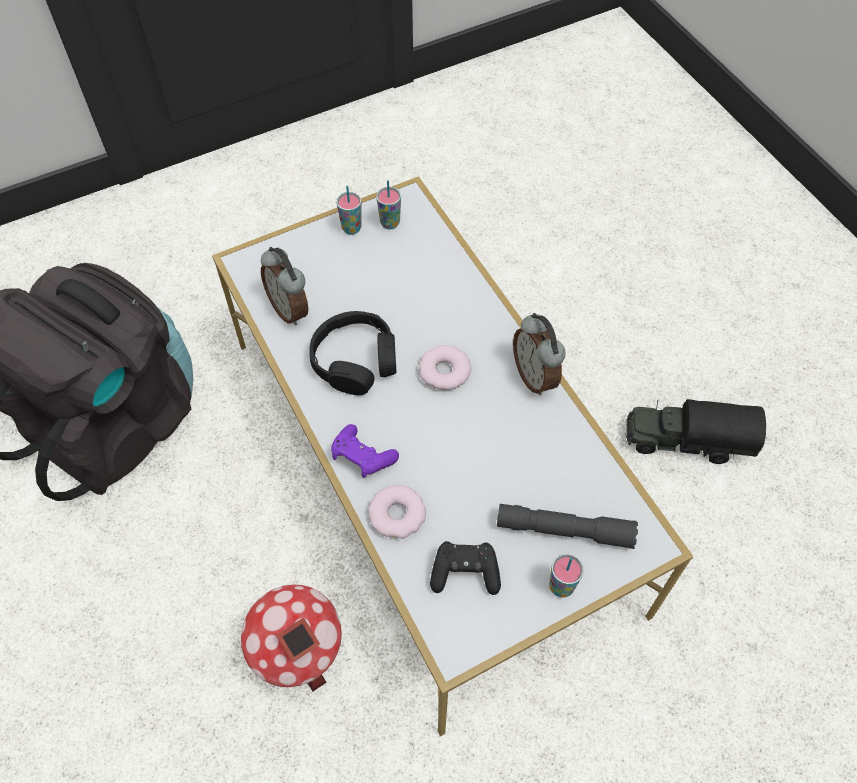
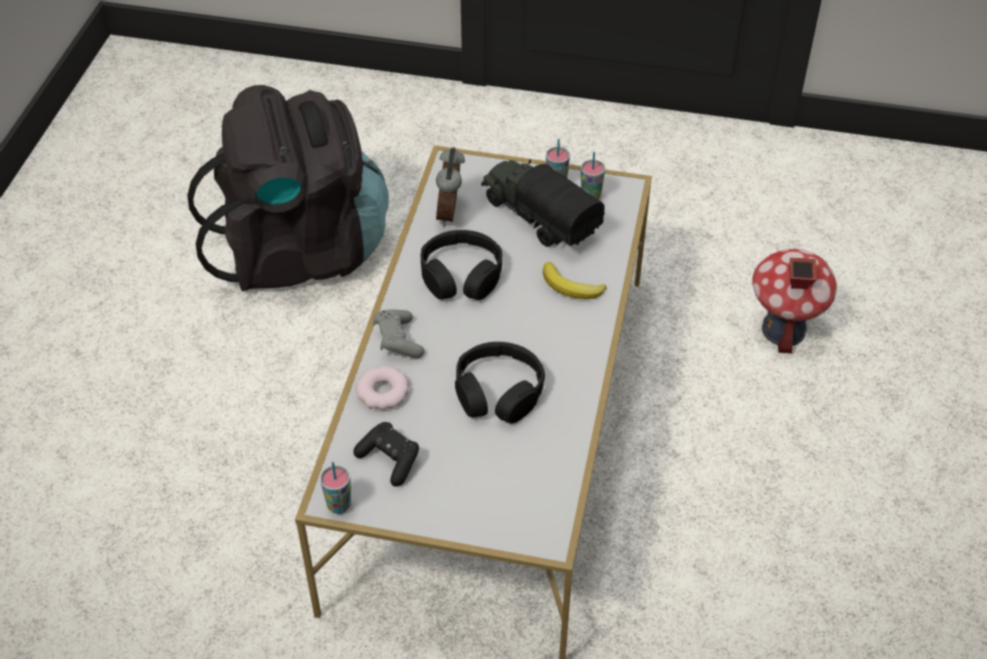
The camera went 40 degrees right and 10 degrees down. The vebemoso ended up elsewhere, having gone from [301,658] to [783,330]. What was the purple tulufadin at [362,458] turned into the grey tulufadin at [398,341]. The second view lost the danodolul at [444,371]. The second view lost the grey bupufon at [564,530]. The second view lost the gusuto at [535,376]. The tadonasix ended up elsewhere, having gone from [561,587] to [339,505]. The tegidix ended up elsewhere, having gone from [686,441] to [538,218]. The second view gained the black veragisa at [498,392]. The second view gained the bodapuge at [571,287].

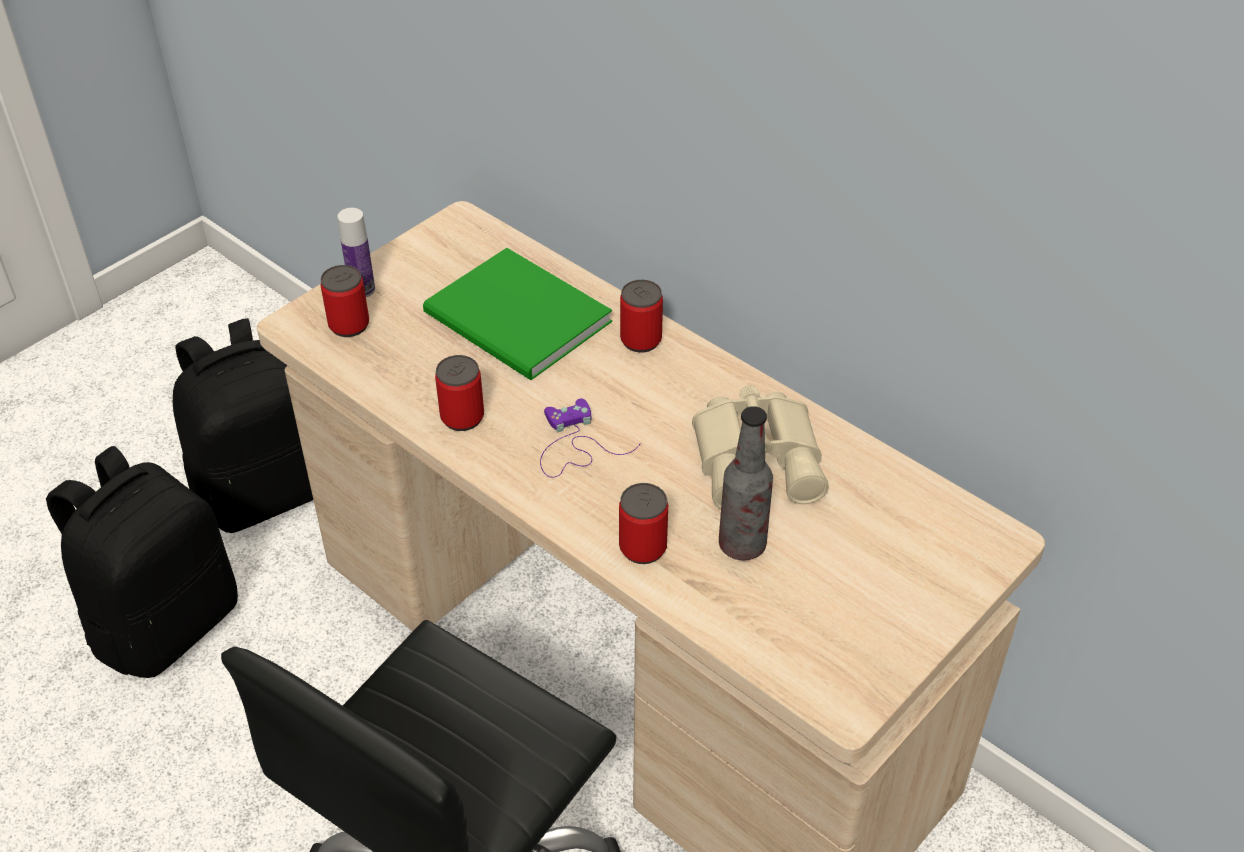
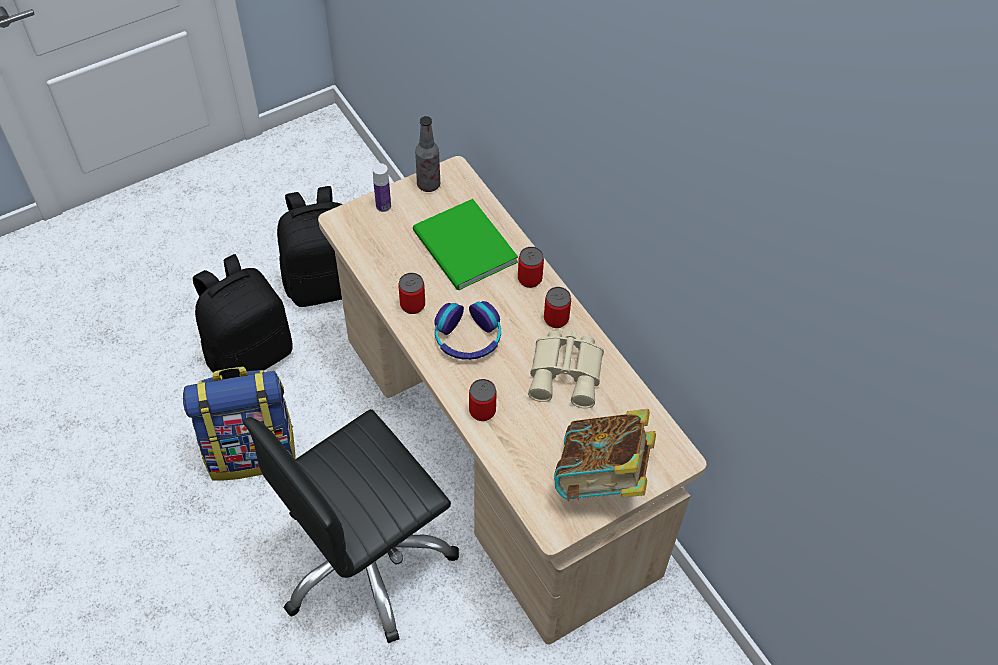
The camera went 15 degrees right and 10 degrees up. The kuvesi ended up elsewhere, having gone from [349,325] to [556,319]. Where the purple tulufadin stood at [574,445], the veragisa came to stand at [468,338]. The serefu ended up elsewhere, having gone from [742,545] to [428,185]. The second view gained the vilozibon at [252,451]. The second view gained the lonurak at [602,477].

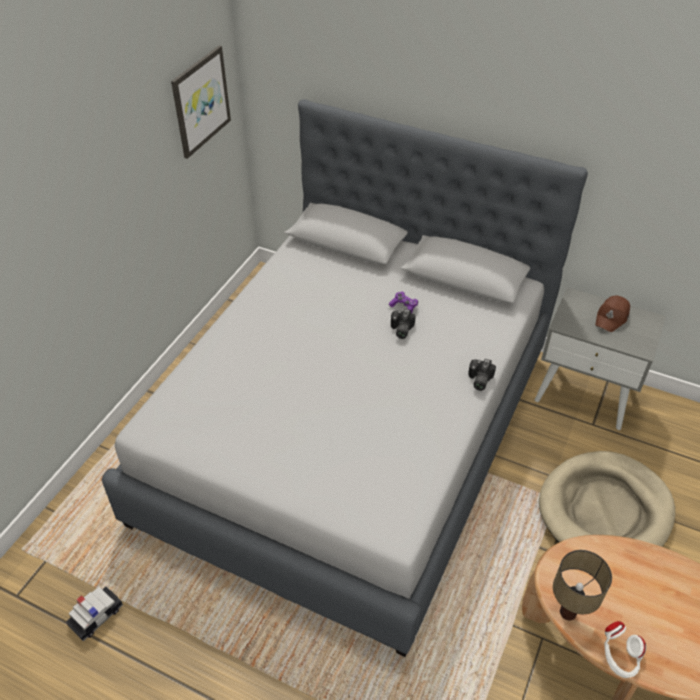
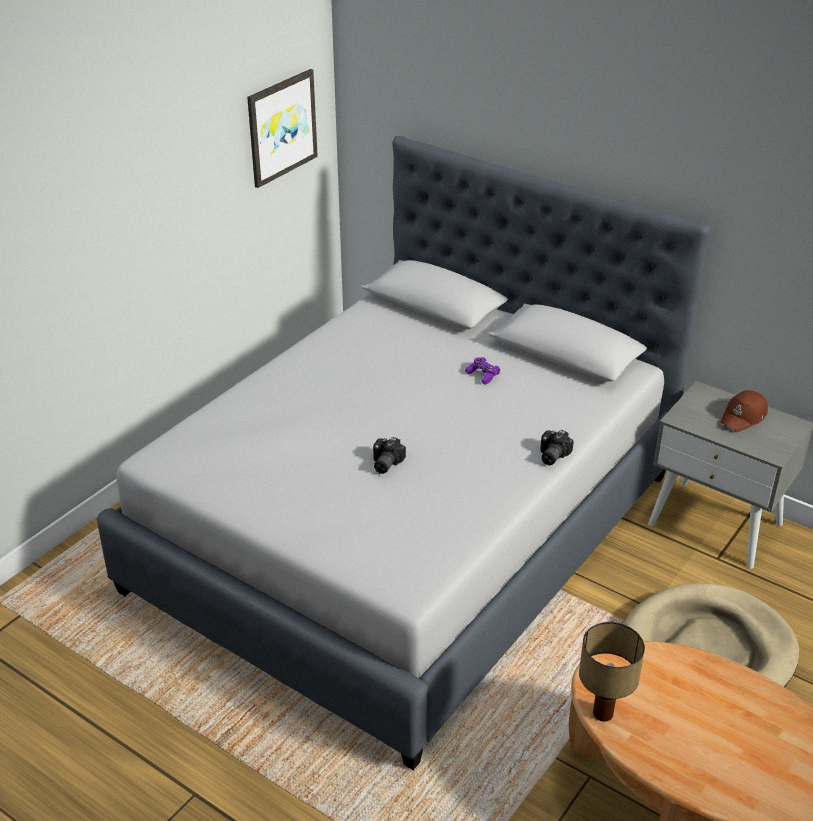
The camera went 10 degrees right and 10 degrees down. The second view lost the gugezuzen at [96,616]. The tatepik ended up elsewhere, having gone from [400,329] to [384,463]. The second view lost the white veragisa at [618,658].

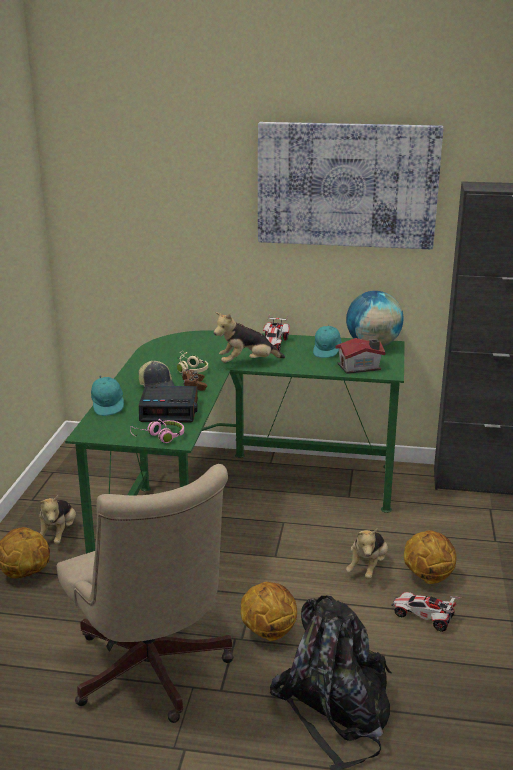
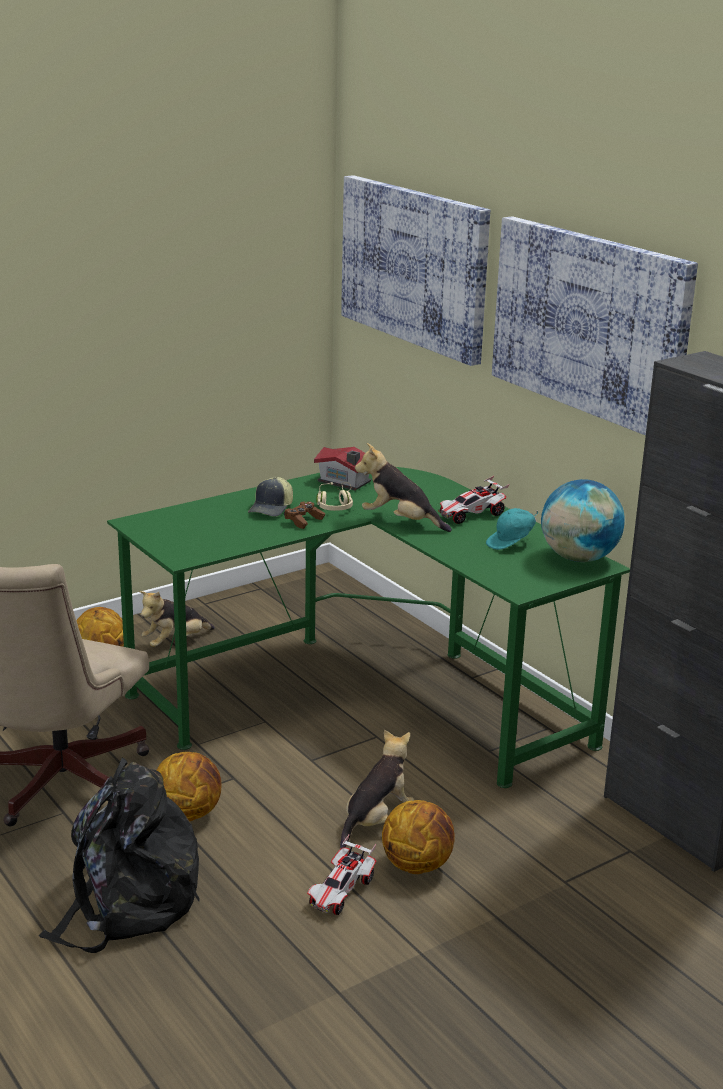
The camera went 45 degrees right and 0 degrees up. The second view lost the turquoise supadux at [108,406]. The second view lost the pink veragisa at [160,437]. The second view lost the gusuto at [170,411]. The vebemoso ended up elsewhere, having gone from [360,367] to [344,482]. The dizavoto at [367,567] ended up facing another way, 150 degrees clockwise from before. The gugezuzen at [423,617] ended up facing another way, 135 degrees counterclockwise from before. The second view gained the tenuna at [415,266].

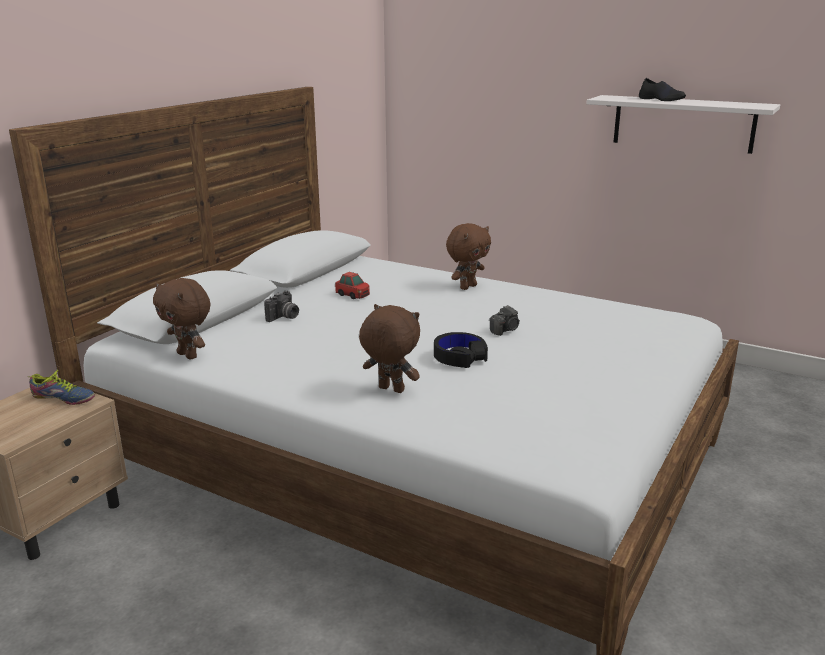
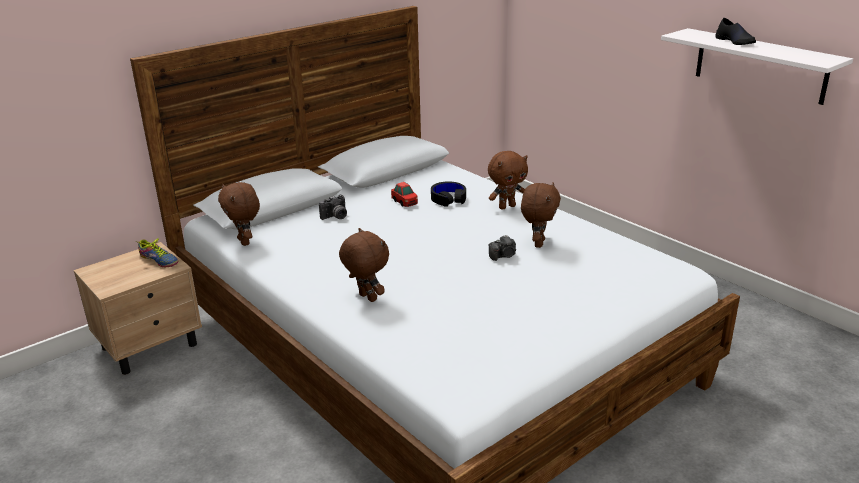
The camera went 20 degrees right and 5 degrees up. The black veragisa ended up elsewhere, having gone from [460,357] to [448,199]. The second view gained the brown dizavoto at [538,243].

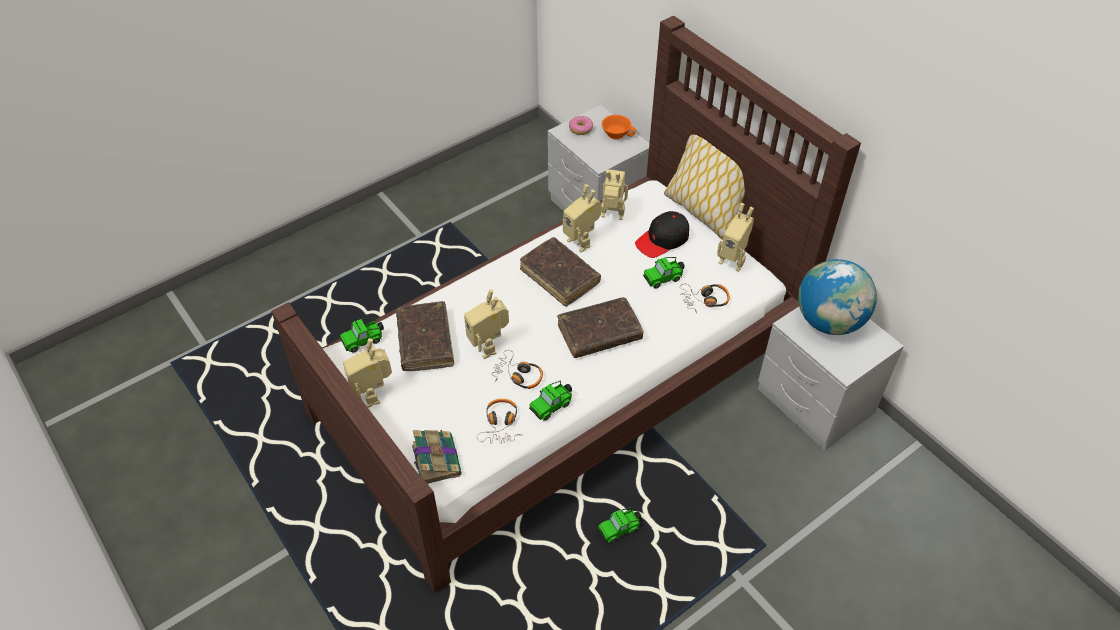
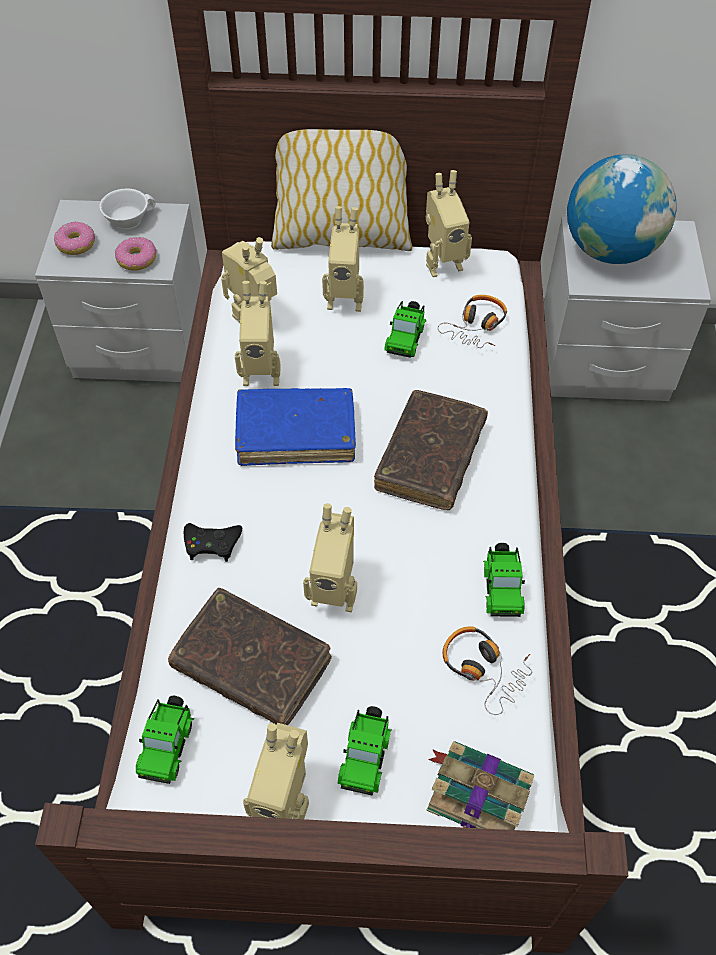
The camera went 50 degrees left and 5 degrees up. The second view lost the veragisa at [518,375]. What was the brown lonurak at [559,277] turned into the blue lonurak at [296,434]. The gugezuzen ended up elsewhere, having gone from [620,529] to [365,755]. What was the orange tadonasix at [617,133] turned into the white tadonasix at [128,218]. Where the black supadux stood at [662,240], the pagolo came to stand at [345,298]. The second view gained the danodolul at [137,260]. The second view gained the black tulufadin at [212,544].

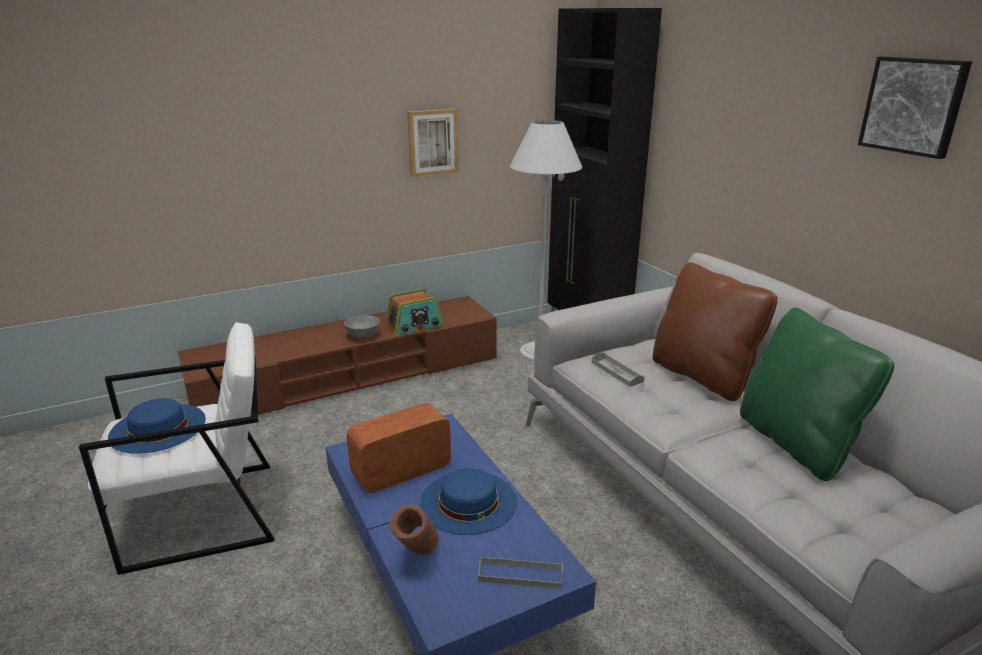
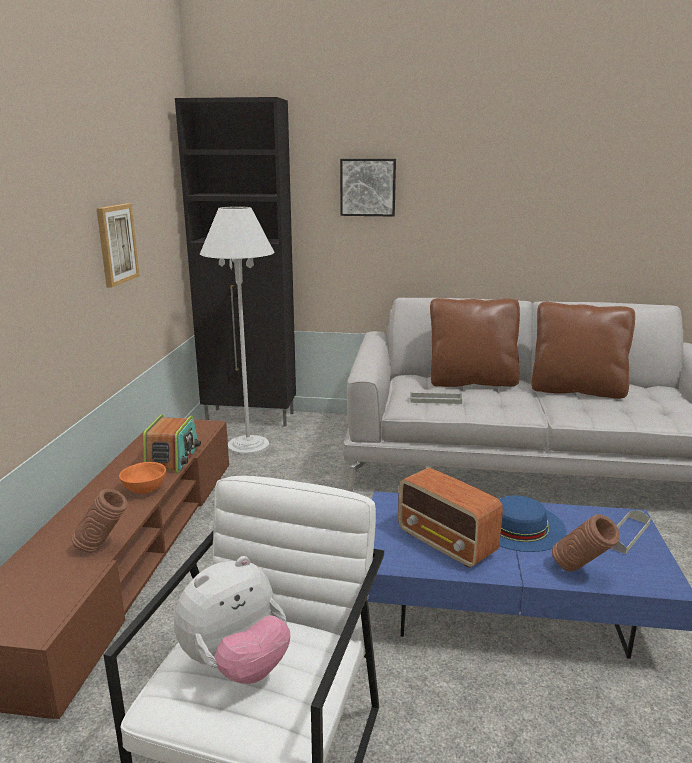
The camera went 55 degrees left and 5 degrees down. Where the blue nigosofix stood at [158,428], the dizavoto came to stand at [236,664]. What was the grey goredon at [362,336] turned into the orange goredon at [144,490]. The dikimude at [400,472] ended up facing another way, 45 degrees counterclockwise from before. What was the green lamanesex at [796,443] turned into the brown lamanesex at [576,390]. The tenuna ended up elsewhere, having gone from [914,106] to [368,187]. The second view gained the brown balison at [103,548].

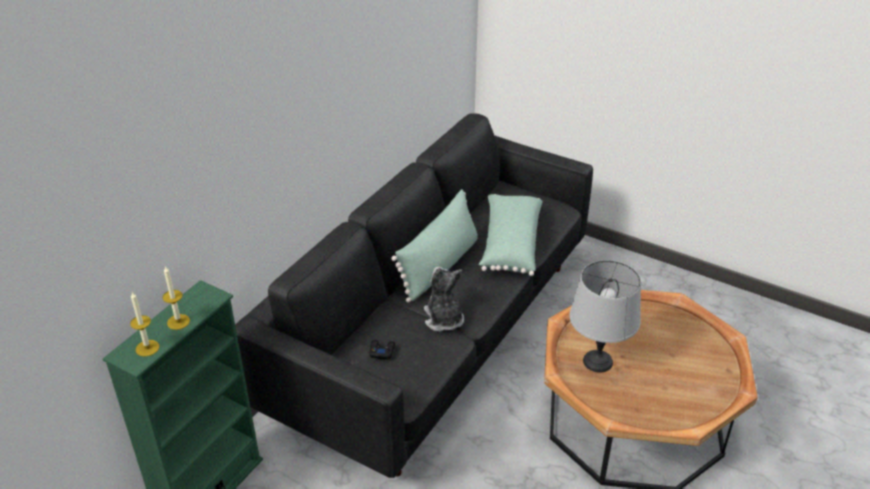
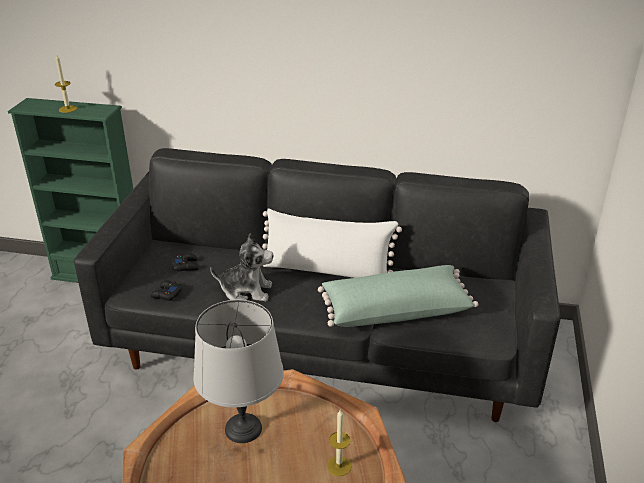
The camera went 70 degrees right and 5 degrees down. The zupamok ended up elsewhere, having gone from [147,348] to [339,466]. What was the green lamanesex at [439,266] turned into the white lamanesex at [327,271]. The dizavoto at [443,319] ended up facing another way, 45 degrees clockwise from before. The second view gained the black tulufadin at [166,294].

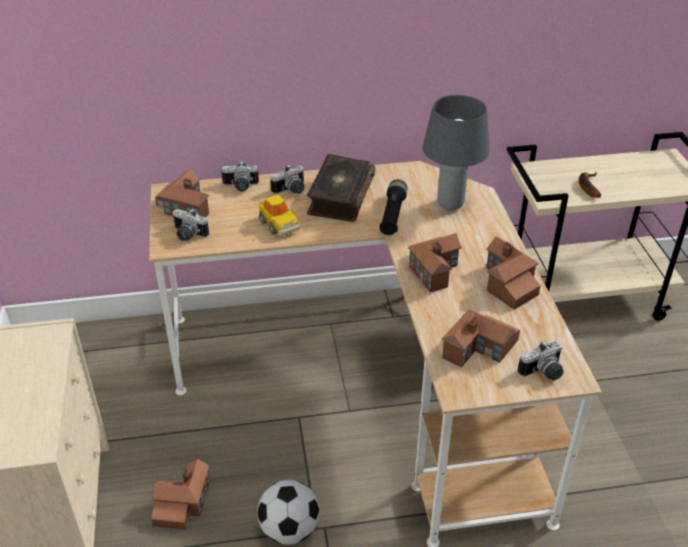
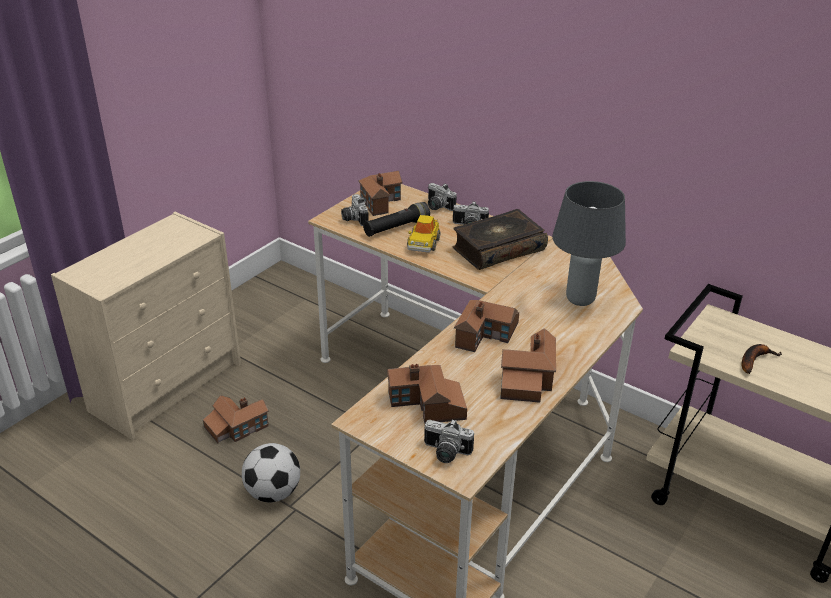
The camera went 45 degrees right and 5 degrees down. The black bupufon ended up elsewhere, having gone from [392,215] to [396,227].

